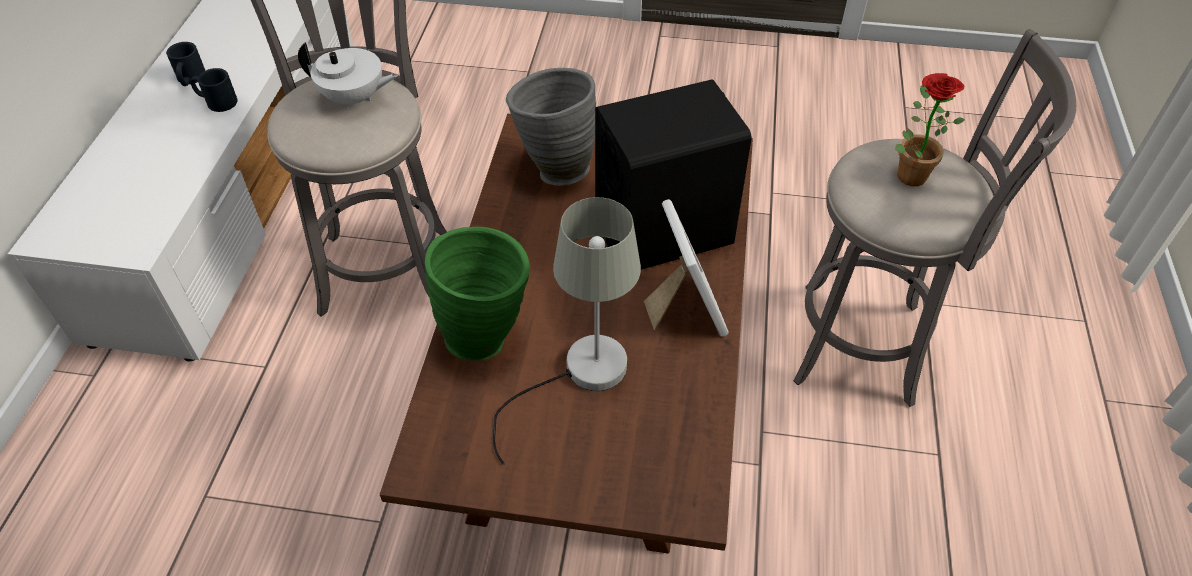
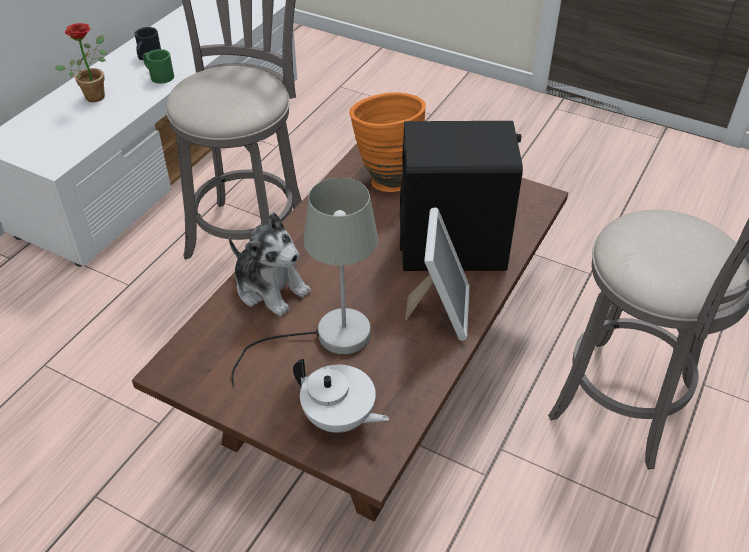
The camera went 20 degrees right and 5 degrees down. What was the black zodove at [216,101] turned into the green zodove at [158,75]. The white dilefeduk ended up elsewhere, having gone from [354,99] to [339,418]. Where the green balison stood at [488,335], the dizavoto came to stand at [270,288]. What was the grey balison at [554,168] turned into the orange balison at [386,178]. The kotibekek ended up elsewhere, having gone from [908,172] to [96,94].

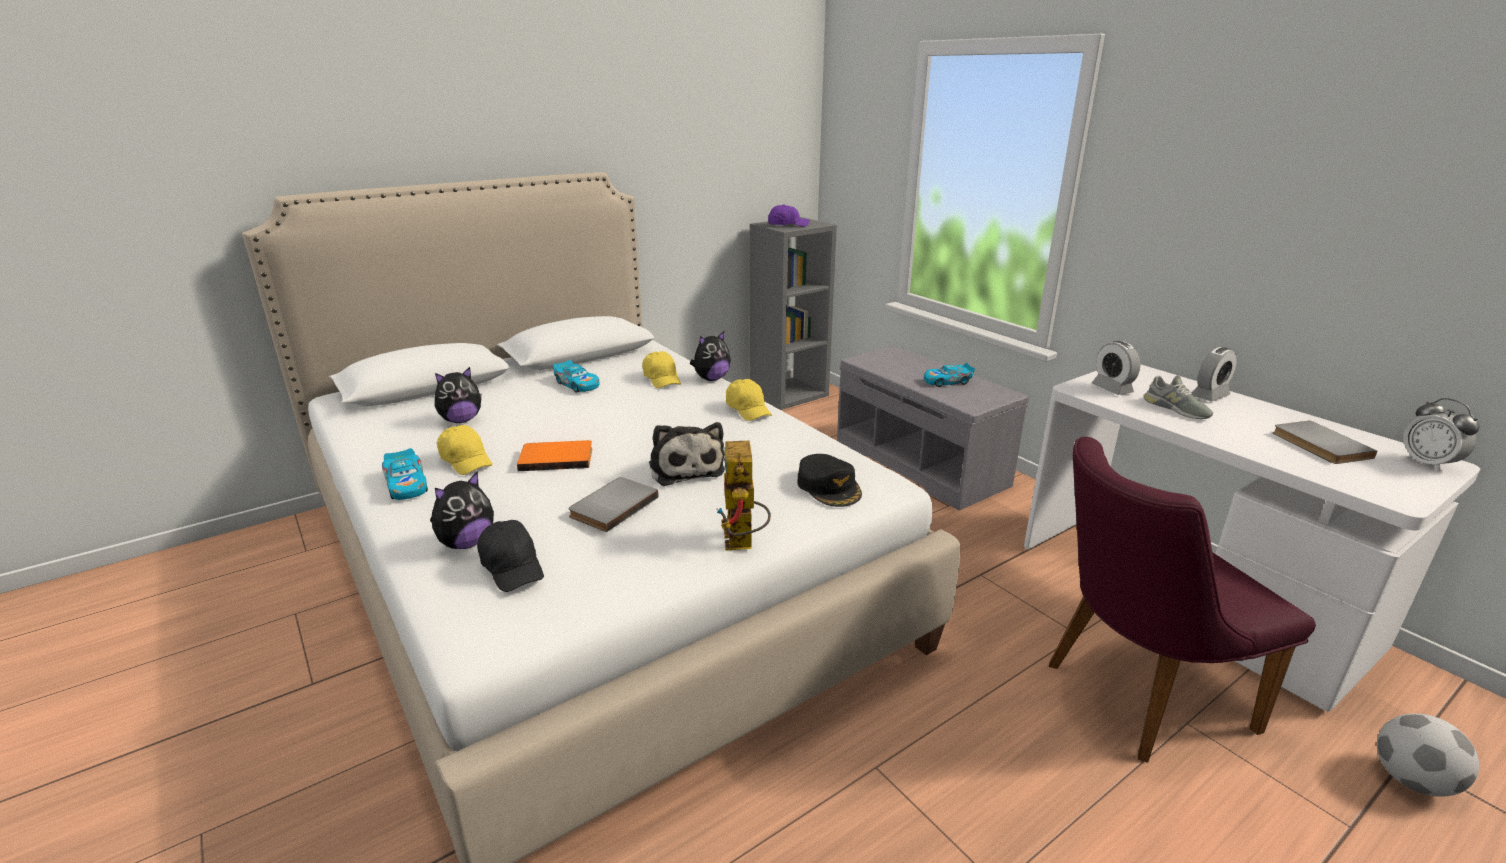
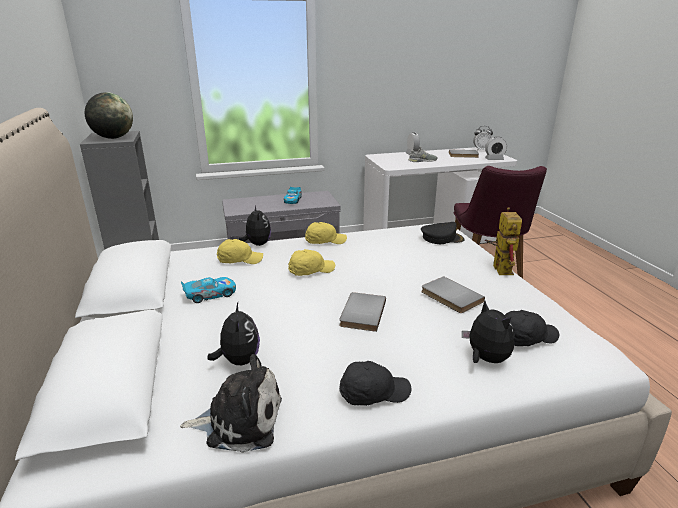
The camera went 70 degrees left and 0 degrees up. Where the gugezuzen stood at [406,485], the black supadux came to stand at [373,393]. The yellow supadux ended up elsewhere, having gone from [466,460] to [310,270]. What was the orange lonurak at [556,458] turned into the grey lonurak at [361,313]. The dizavoto ended up elsewhere, having gone from [685,468] to [240,420]. The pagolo at [743,544] ended up facing another way, 105 degrees counterclockwise from before. Where the purple supadux stood at [787,225], the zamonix came to stand at [113,138]. The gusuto ended up elsewhere, having gone from [1112,388] to [494,159]. The second view lost the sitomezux at [1412,781].

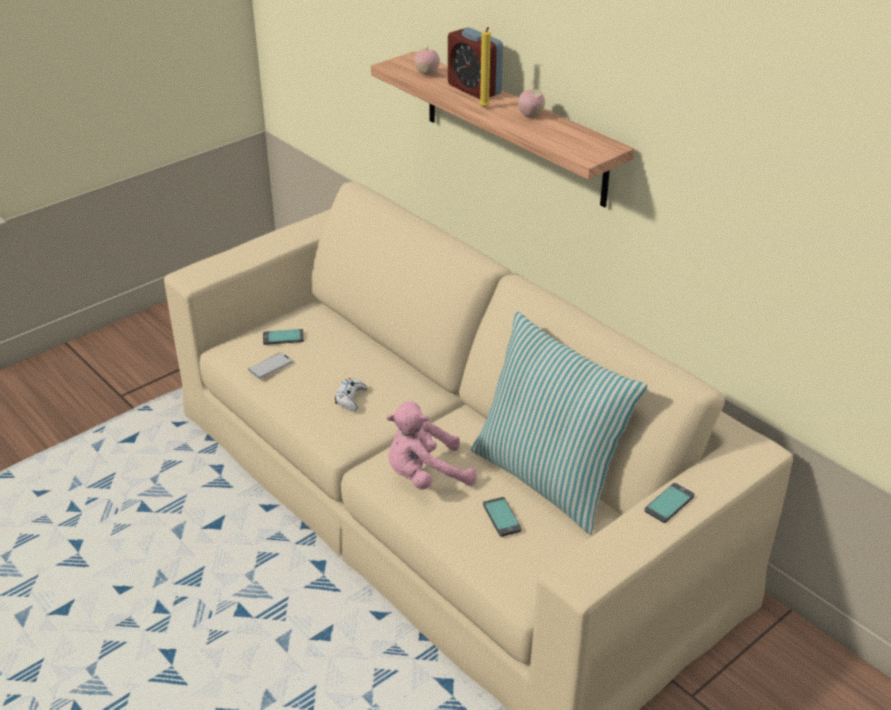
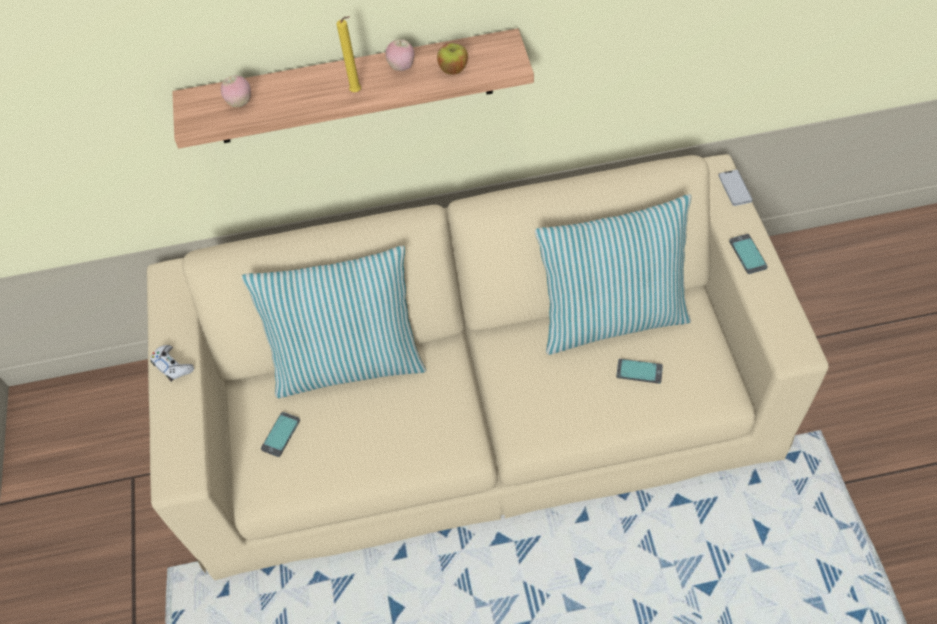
The camera went 55 degrees left and 20 degrees up. The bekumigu ended up elsewhere, having gone from [270,366] to [735,188]. The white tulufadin ended up elsewhere, having gone from [350,399] to [173,366]. The second view lost the pink dizavoto at [425,476]. The second view lost the gusuto at [474,89]. The second view gained the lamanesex at [349,362]. The second view gained the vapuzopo at [453,69].

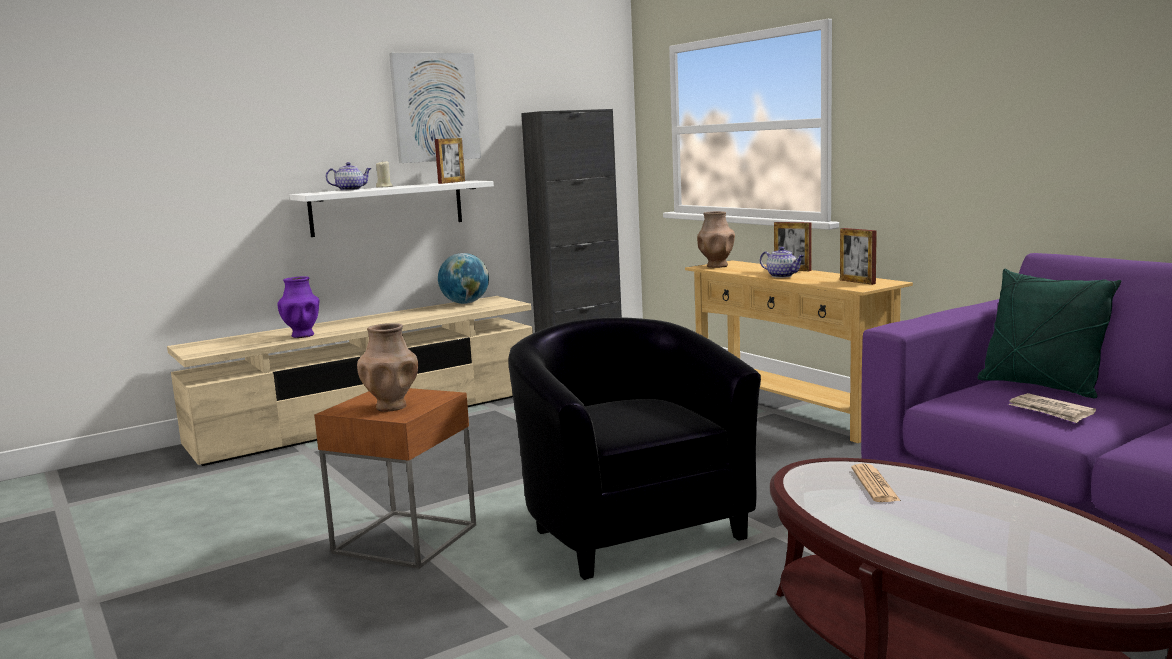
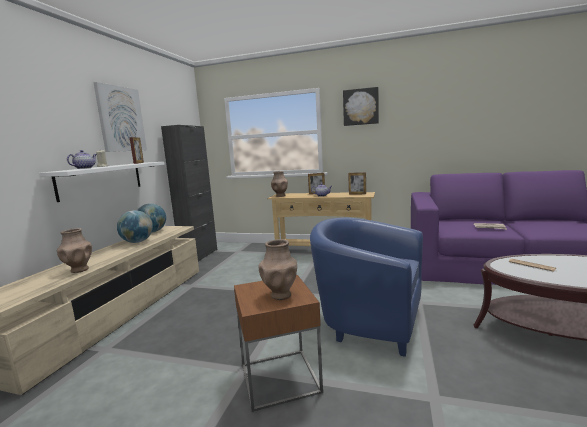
The camera went 40 degrees left and 0 degrees up. What was the purple balison at [302,335] turned into the brown balison at [79,270]. What was the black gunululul at [629,526] turned into the blue gunululul at [368,321]. The second view lost the green lamanesex at [1041,386]. The second view gained the zamonix at [137,242]. The second view gained the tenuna at [360,107].

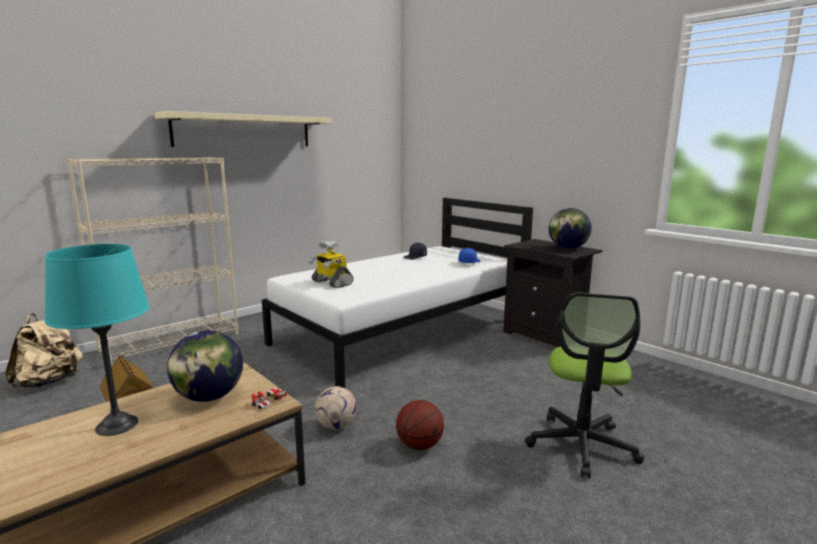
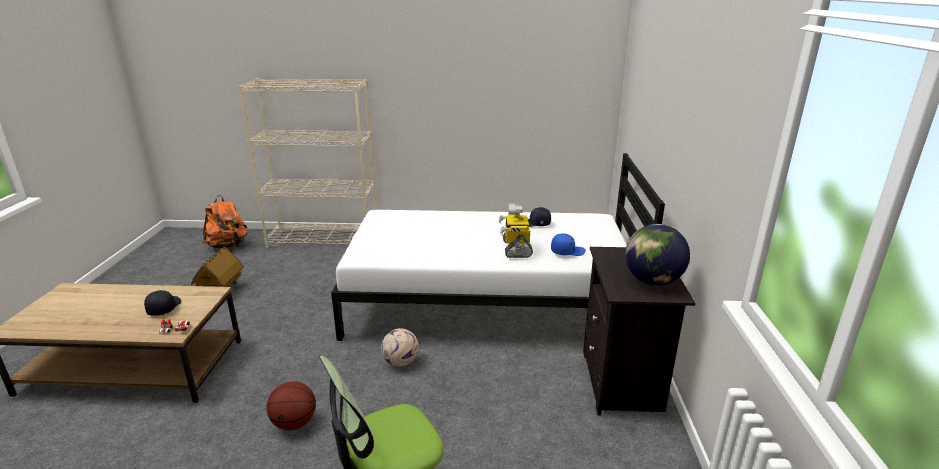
The camera went 45 degrees right and 10 degrees up. What was the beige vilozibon at [49,382] turned into the orange vilozibon at [228,246]. The second view lost the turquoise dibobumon at [116,425]. The second view lost the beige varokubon at [244,131]. Where the zamonix stood at [209,397], the black supadux came to stand at [164,308]. The pagolo ended up elsewhere, having gone from [331,283] to [516,248]. The sitomezux ended up elsewhere, having gone from [336,426] to [401,362].

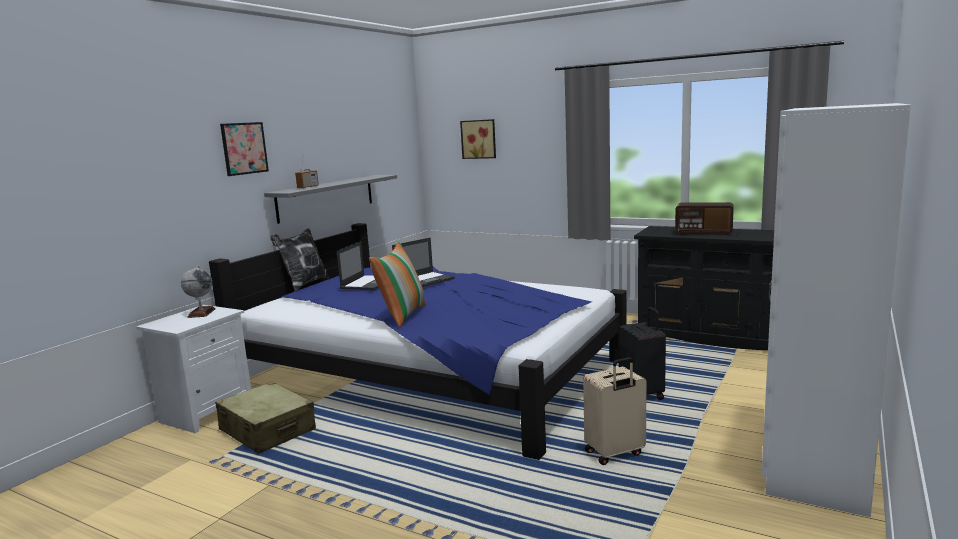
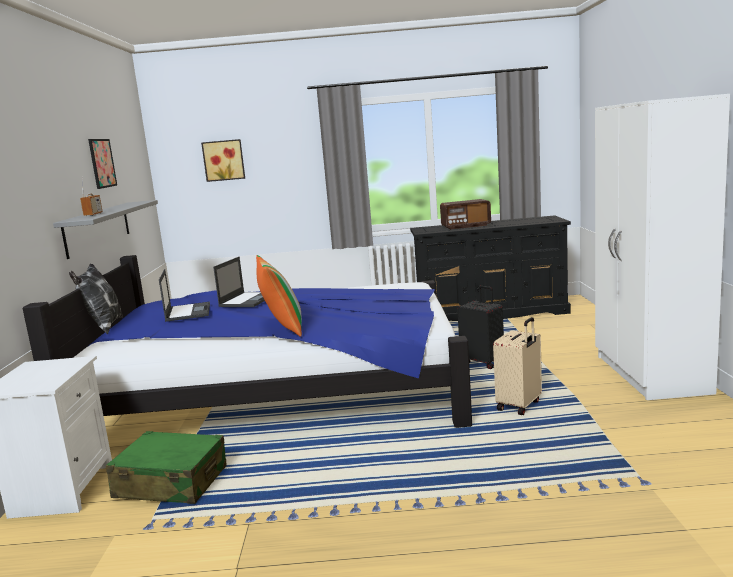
The camera went 30 degrees left and 0 degrees up. The second view lost the zamonix at [201,313]. What was the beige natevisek at [267,430] turned into the green natevisek at [171,482]. The tenuna ended up elsewhere, having gone from [244,148] to [102,163].

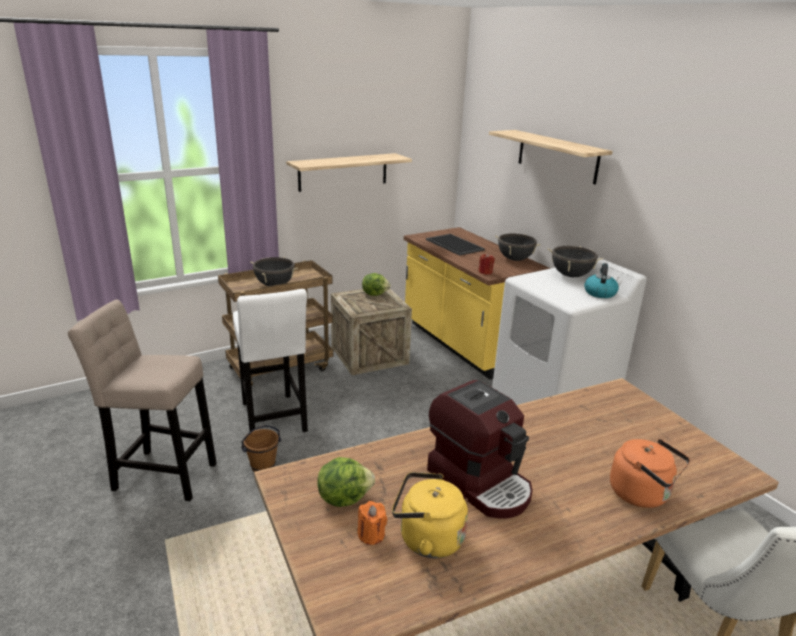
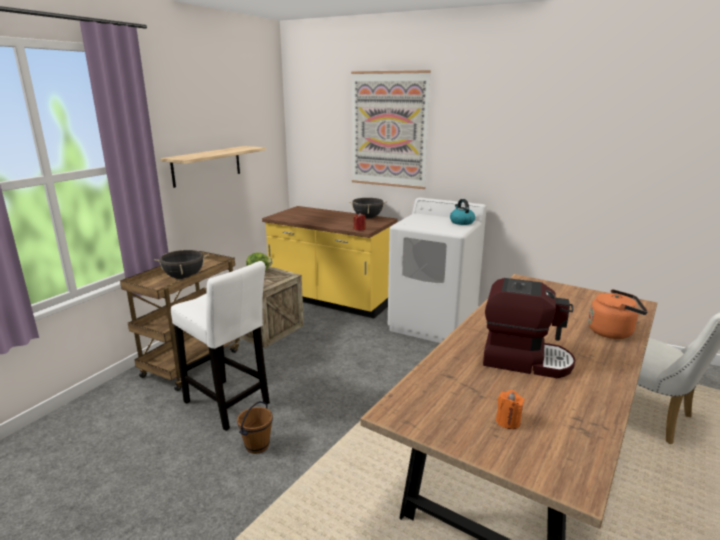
The camera went 30 degrees left and 5 degrees down. The second view lost the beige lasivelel at [160,474]. The second view lost the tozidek at [344,497]. The second view lost the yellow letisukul at [427,538]. The second view lost the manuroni at [453,245]. Where the varokubon hung at [557,156], the tenuna came to hang at [389,130]. The second view lost the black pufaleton at [571,276].

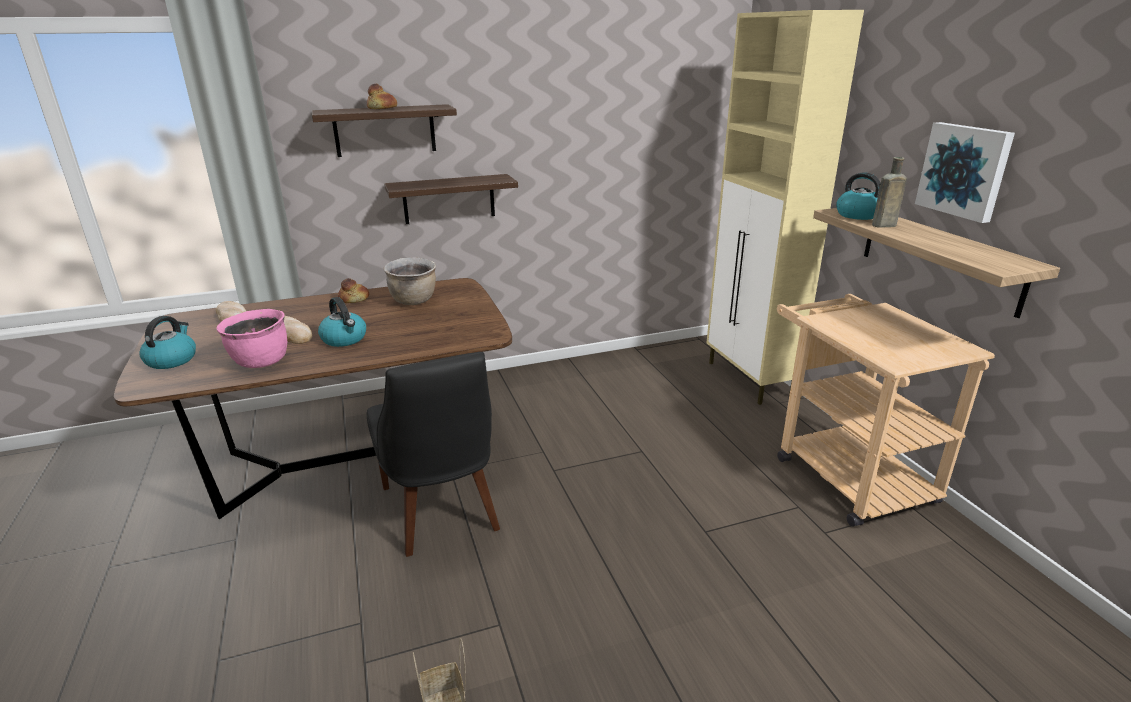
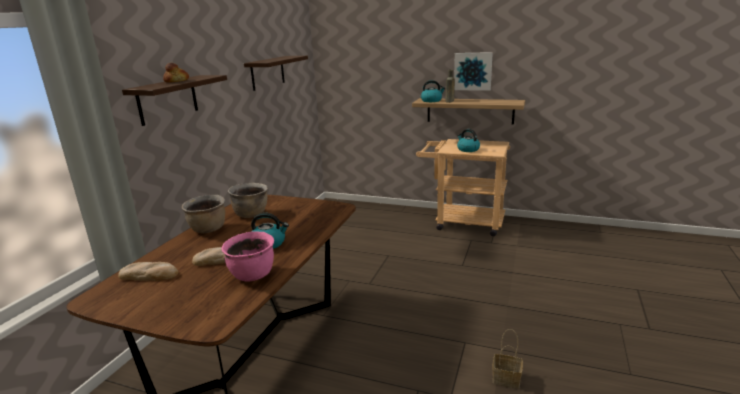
The camera went 50 degrees left and 5 degrees down. The letisukul ended up elsewhere, having gone from [172,359] to [467,149]. Where the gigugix stood at [354,299], the brown pufaleton came to stand at [208,229]. The second view lost the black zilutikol at [441,512]. The varokubon ended up elsewhere, having gone from [449,199] to [267,73]. The second view lost the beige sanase at [749,380].

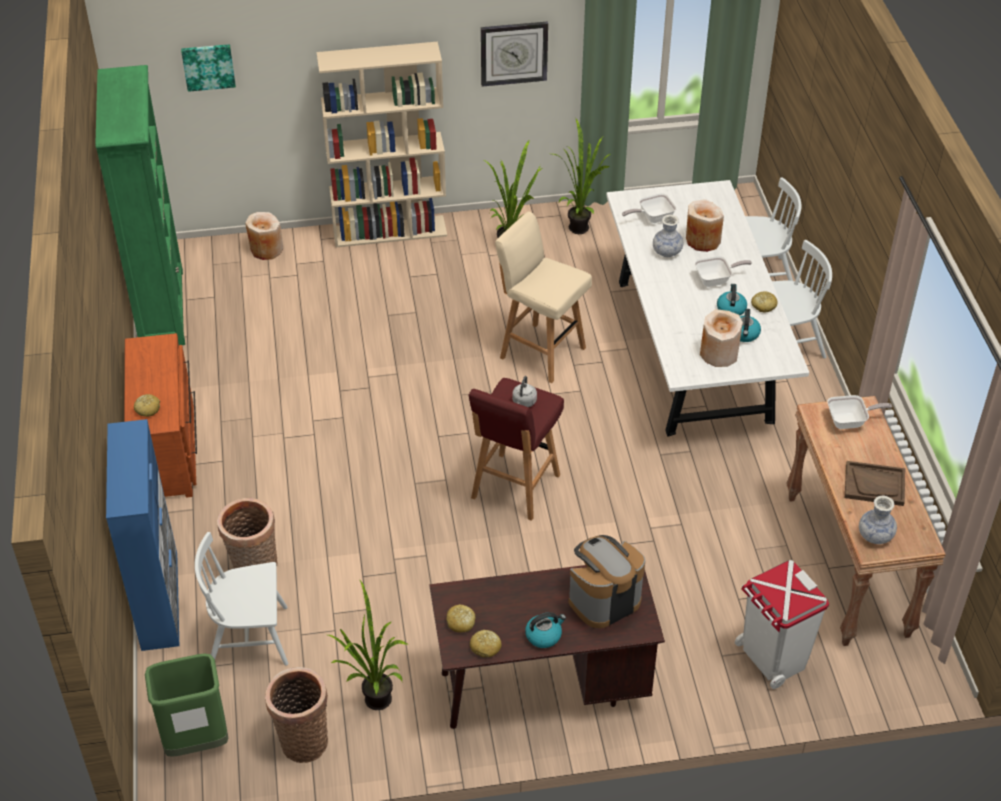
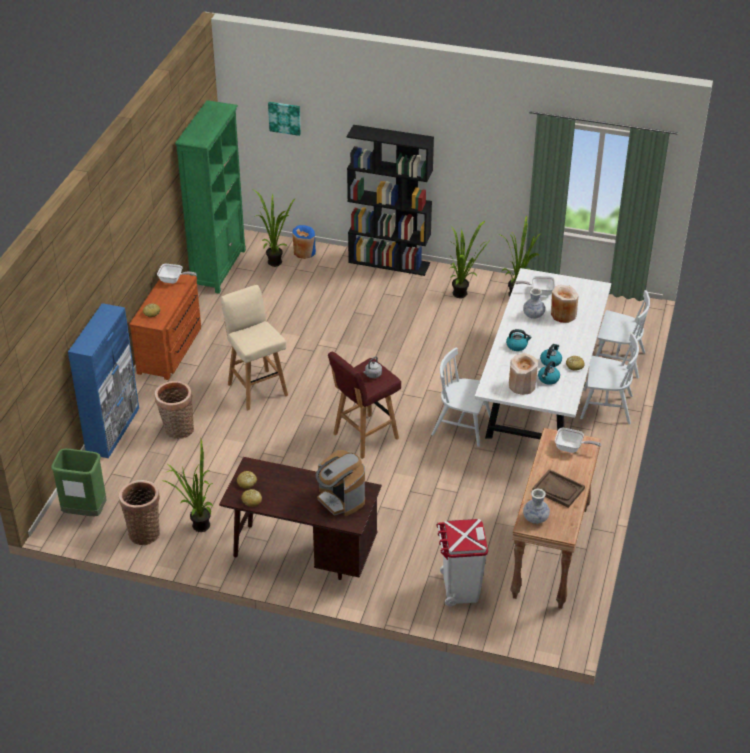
The camera went 25 degrees right and 5 degrees down. The white zilutikol ended up elsewhere, having gone from [248,638] to [462,426]. What was the beige balison at [266,249] turned into the blue balison at [304,252]. What was the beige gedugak at [390,231] turned into the black gedugak at [389,262]. The second view lost the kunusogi at [514,53]. The beige lasivelel ended up elsewhere, having gone from [541,351] to [257,388]. The letisukul ended up elsewhere, having gone from [544,635] to [517,345]. The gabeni at [603,600] ended up facing another way, 120 degrees counterclockwise from before. The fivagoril ended up elsewhere, having gone from [716,280] to [173,280]. The second view gained the kotibekek at [273,261].

